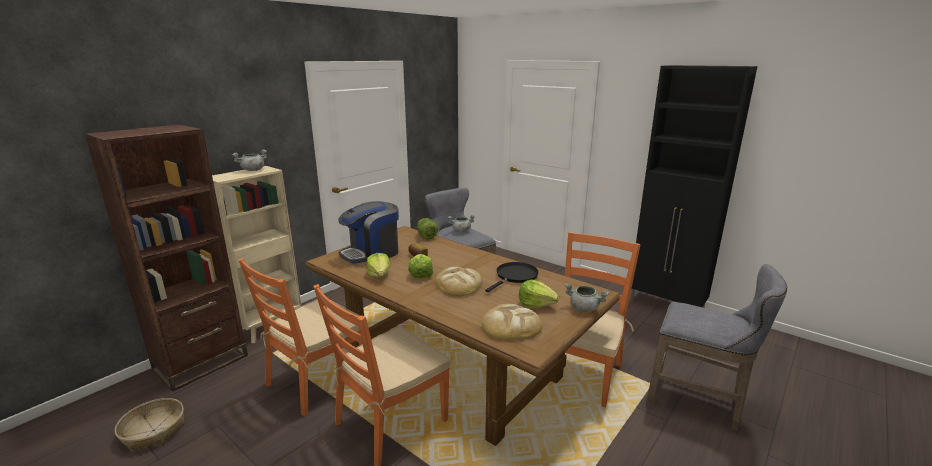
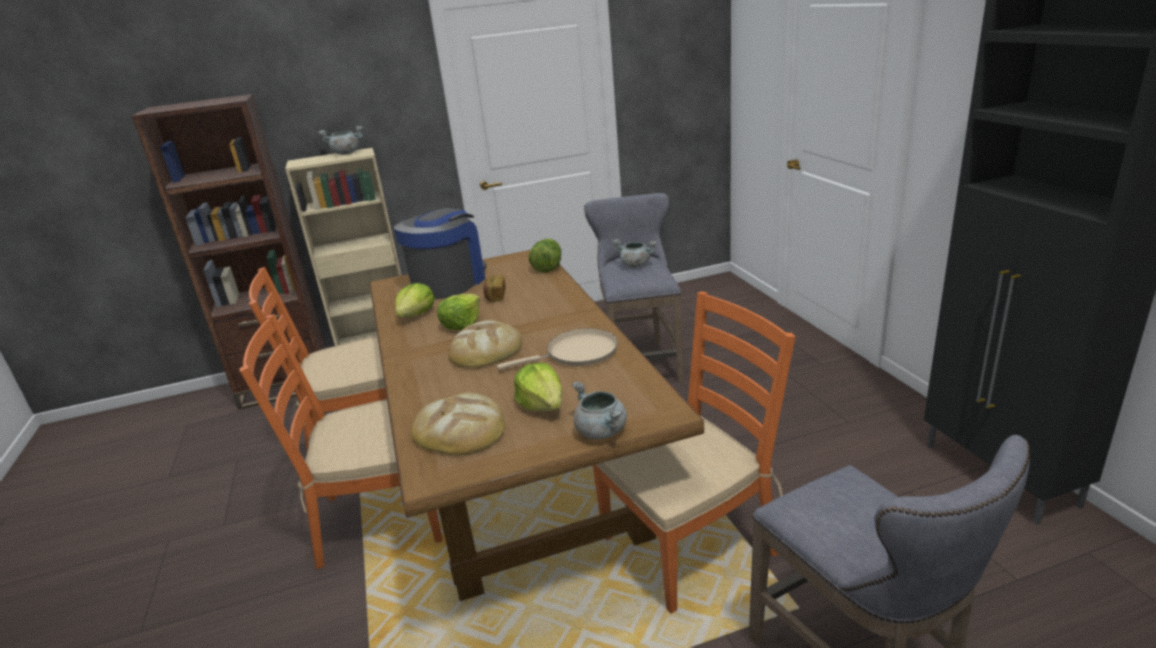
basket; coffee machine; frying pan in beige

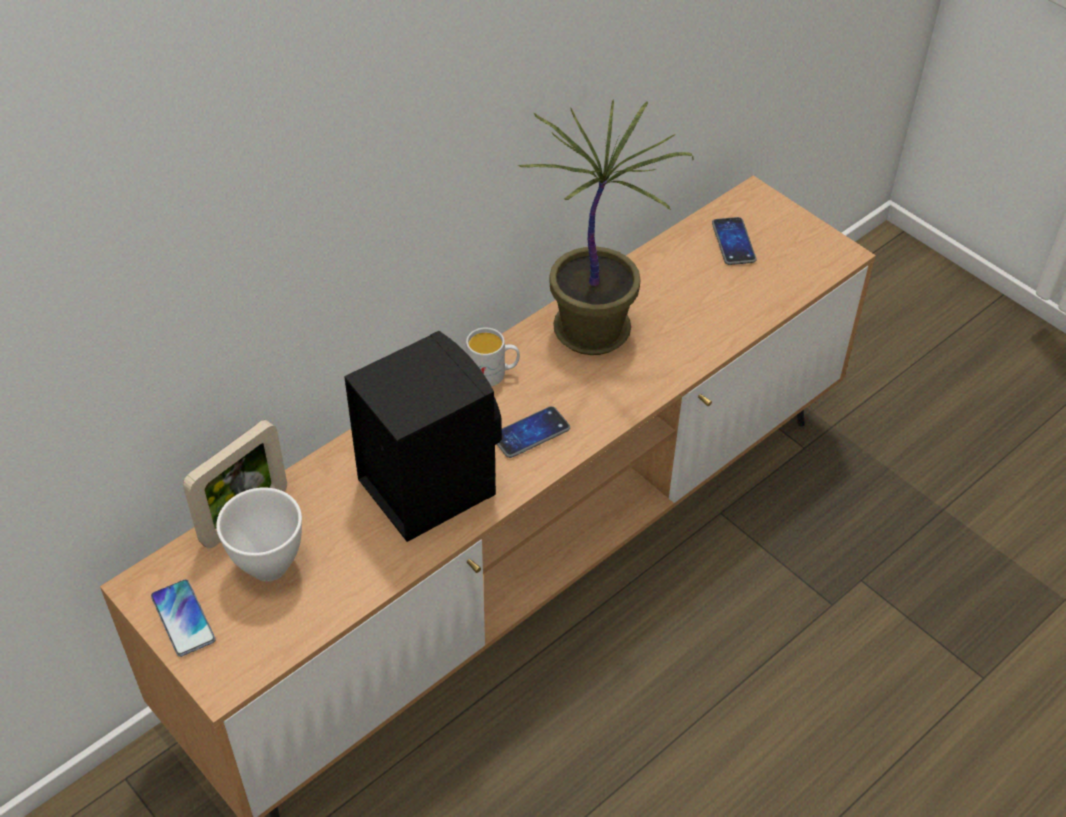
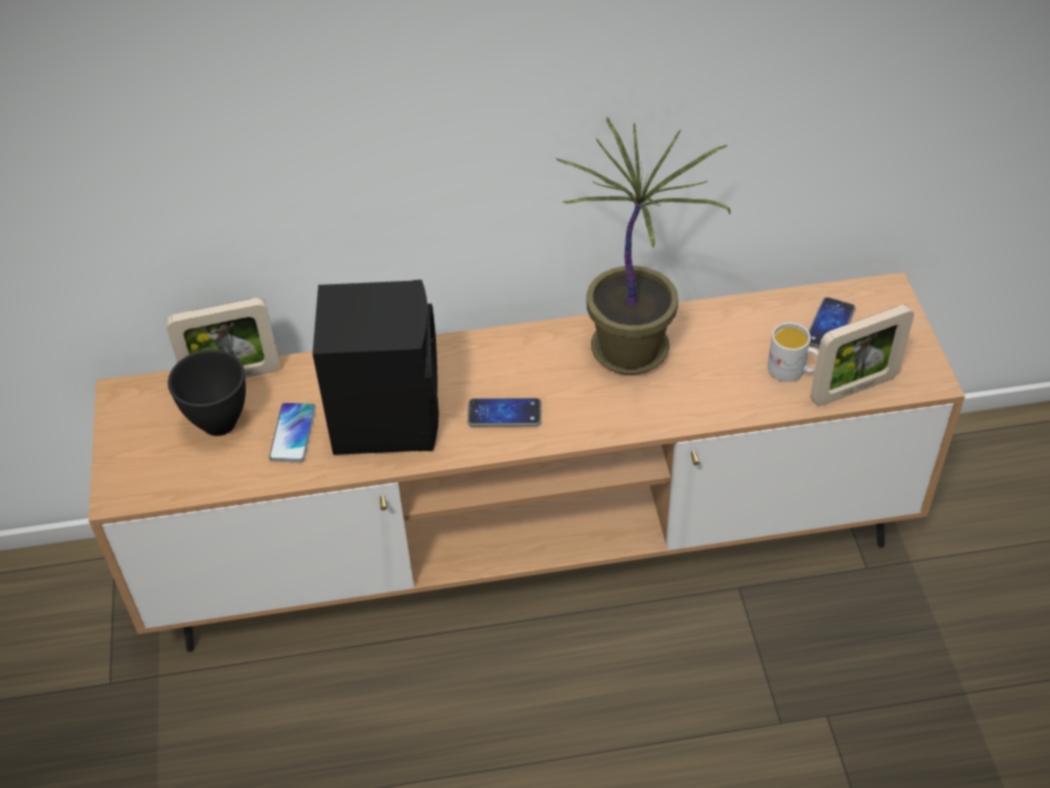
phone (no. 1 from left); bowl in black; mug in white; picture frame (no. 2 from left)

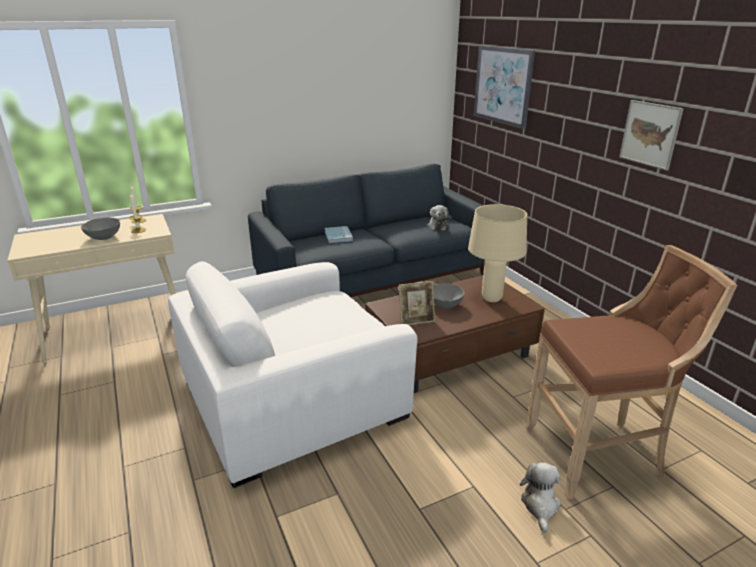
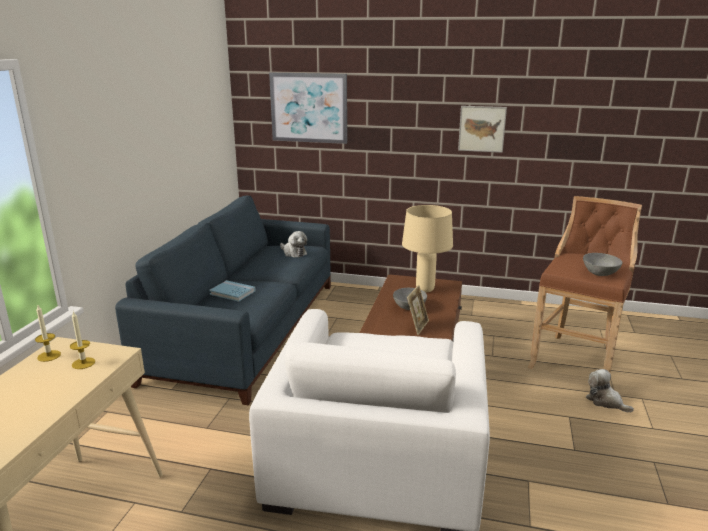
bowl in grey (no. 2 from left)

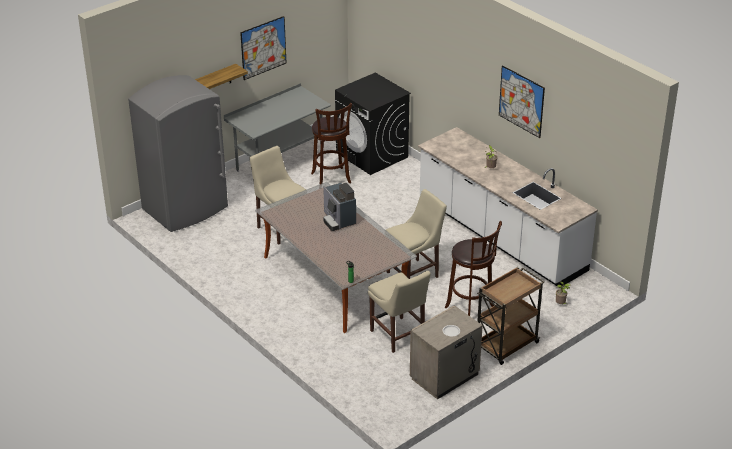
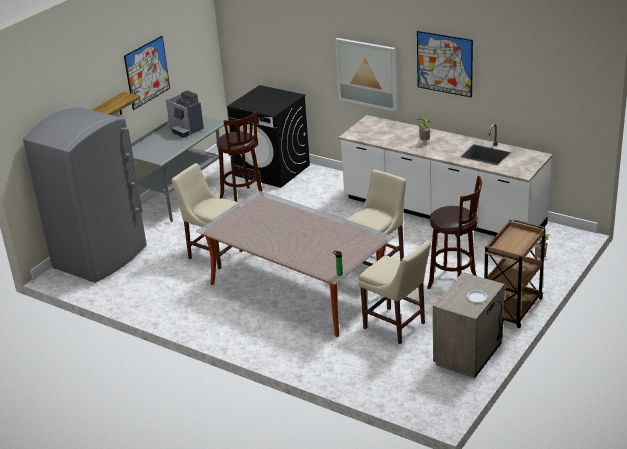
coffee machine; picture (no. 2 from left)

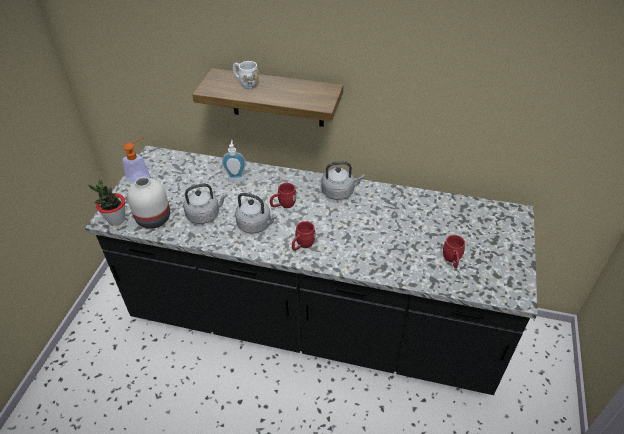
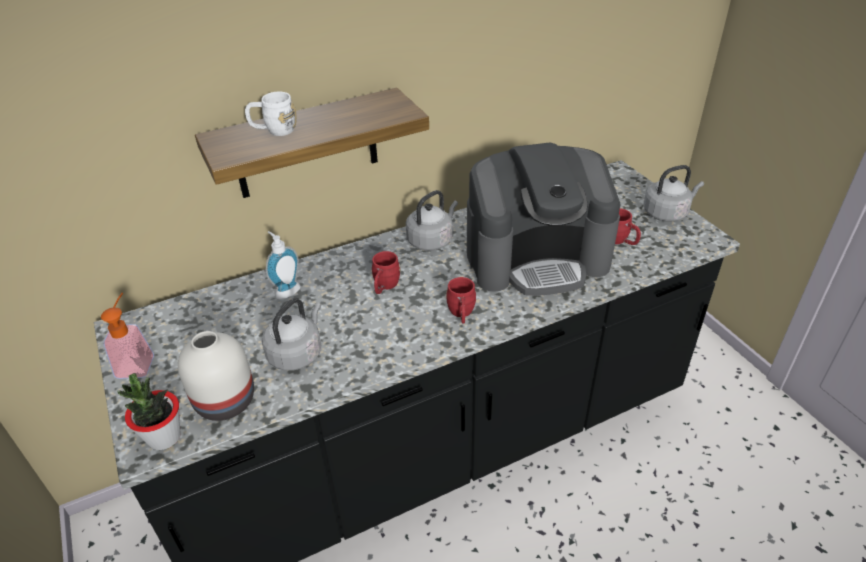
kettle in grey (no. 3 from left); coffee machine

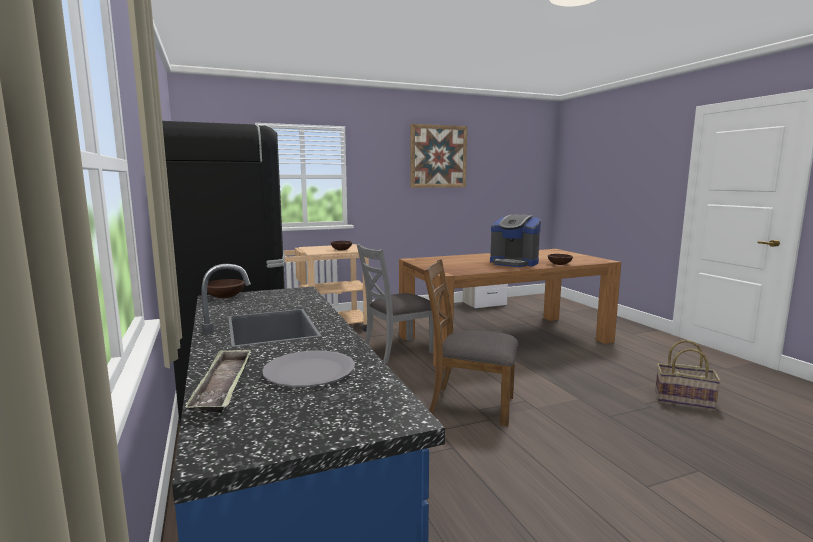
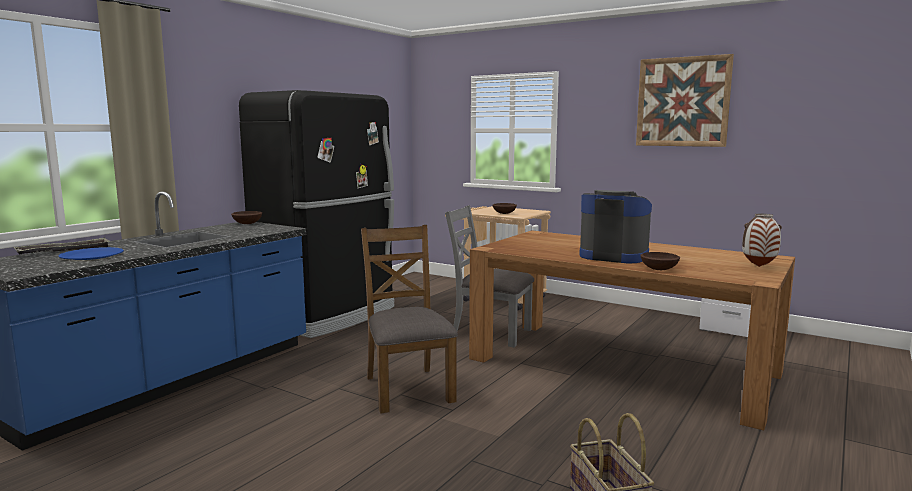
plate in blue; coffee machine; vase

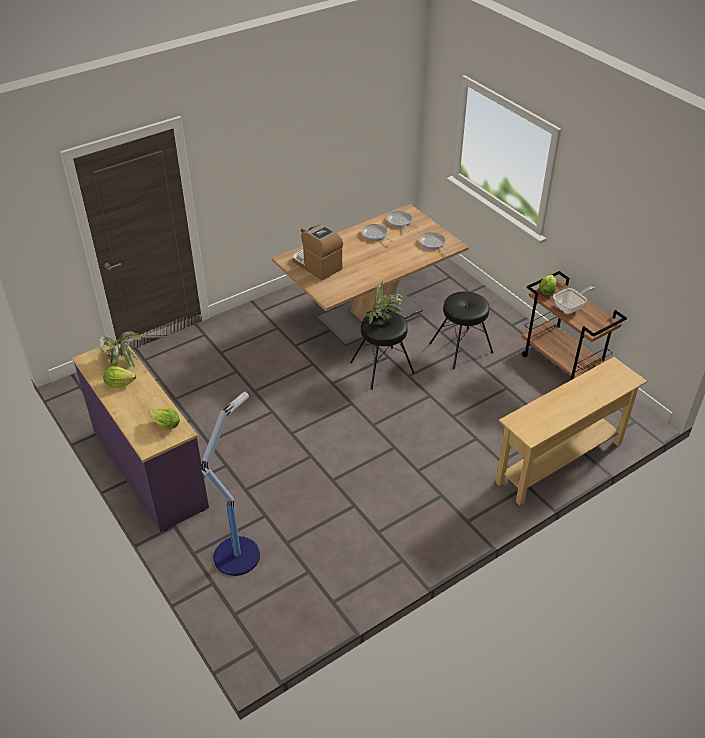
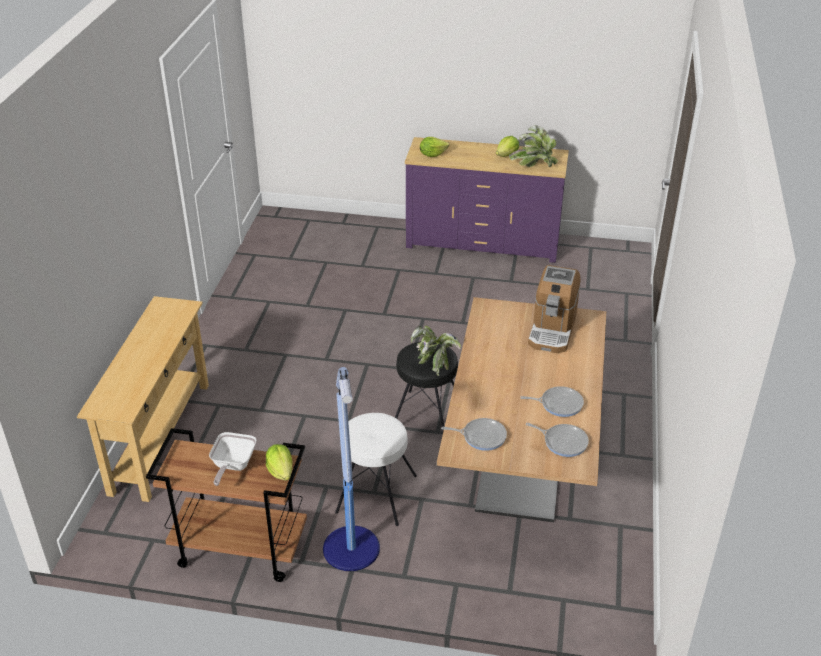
floor lamp; coffee machine; stool in white

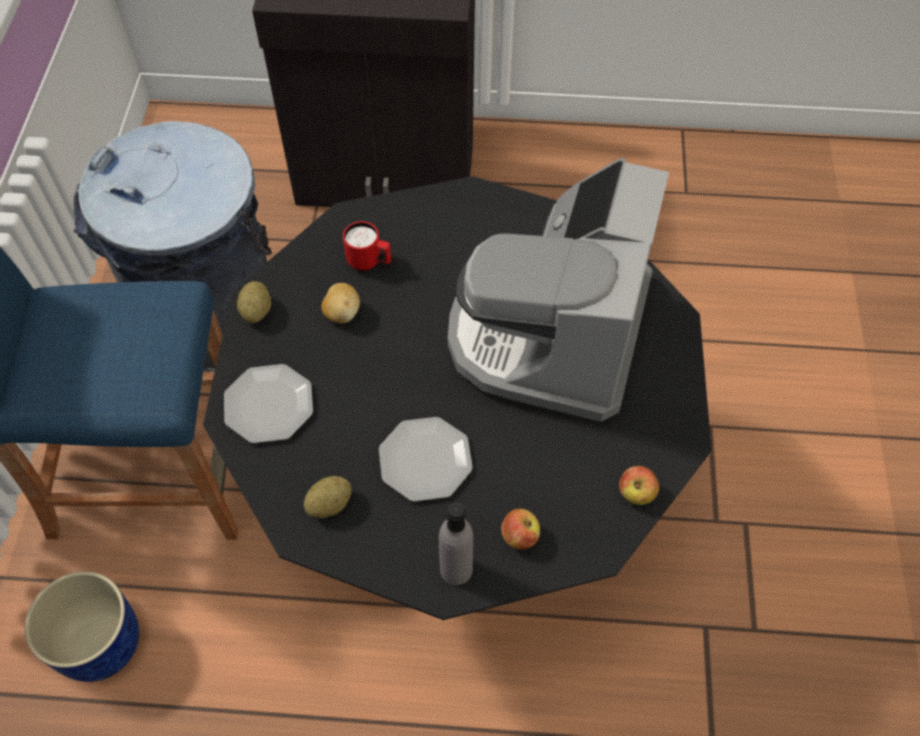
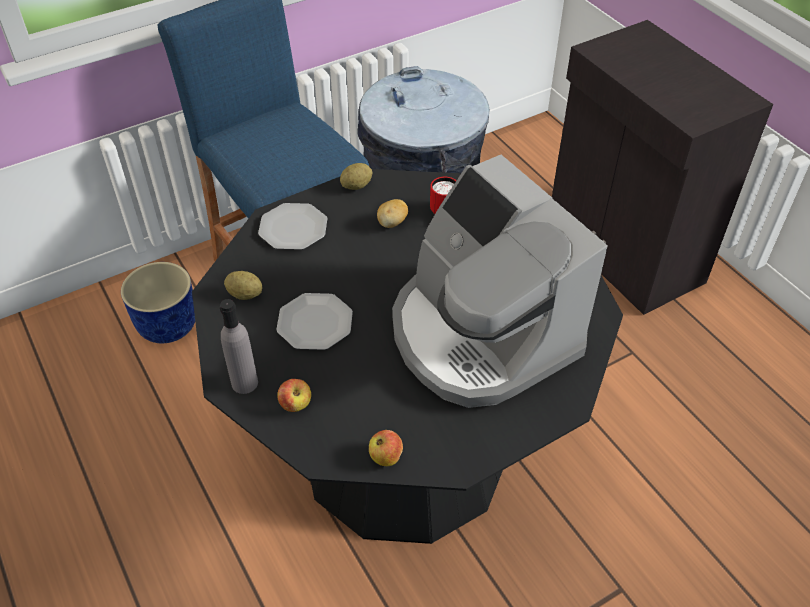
coffee machine

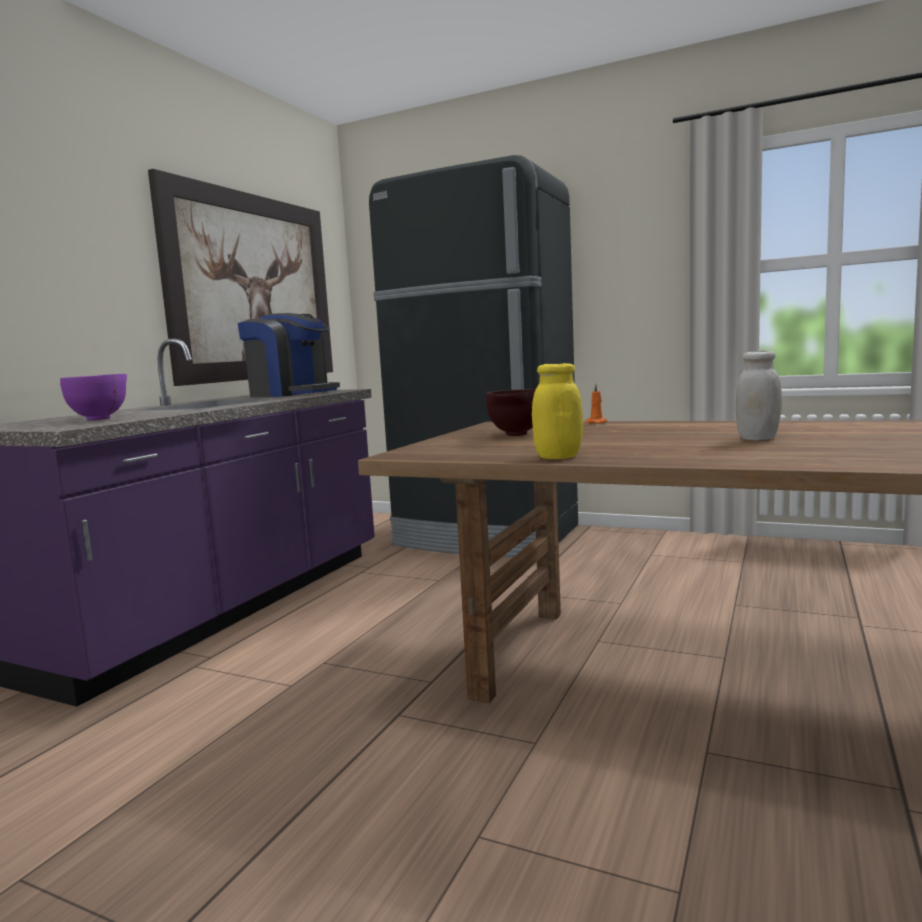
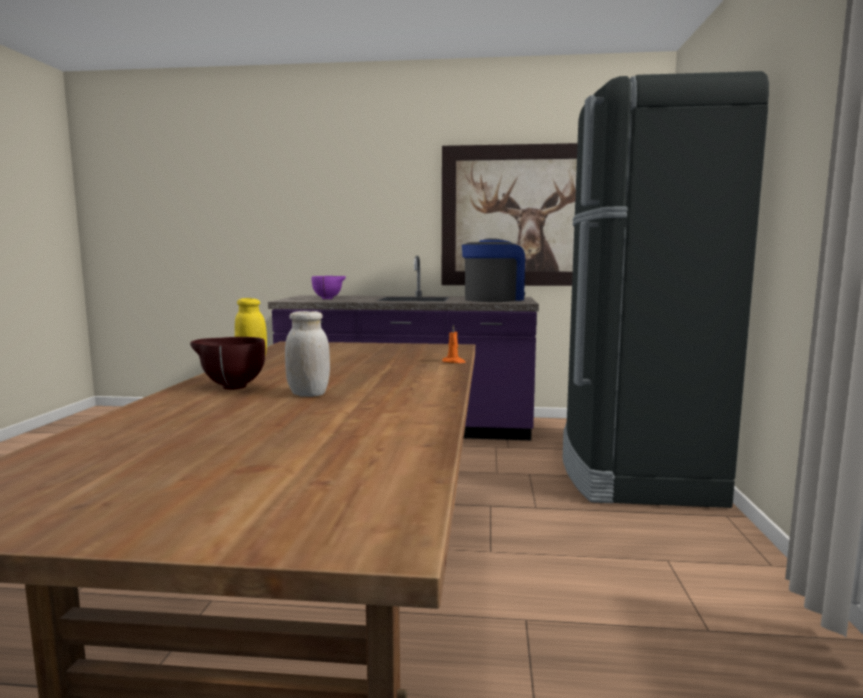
coffee machine; bowl in brown

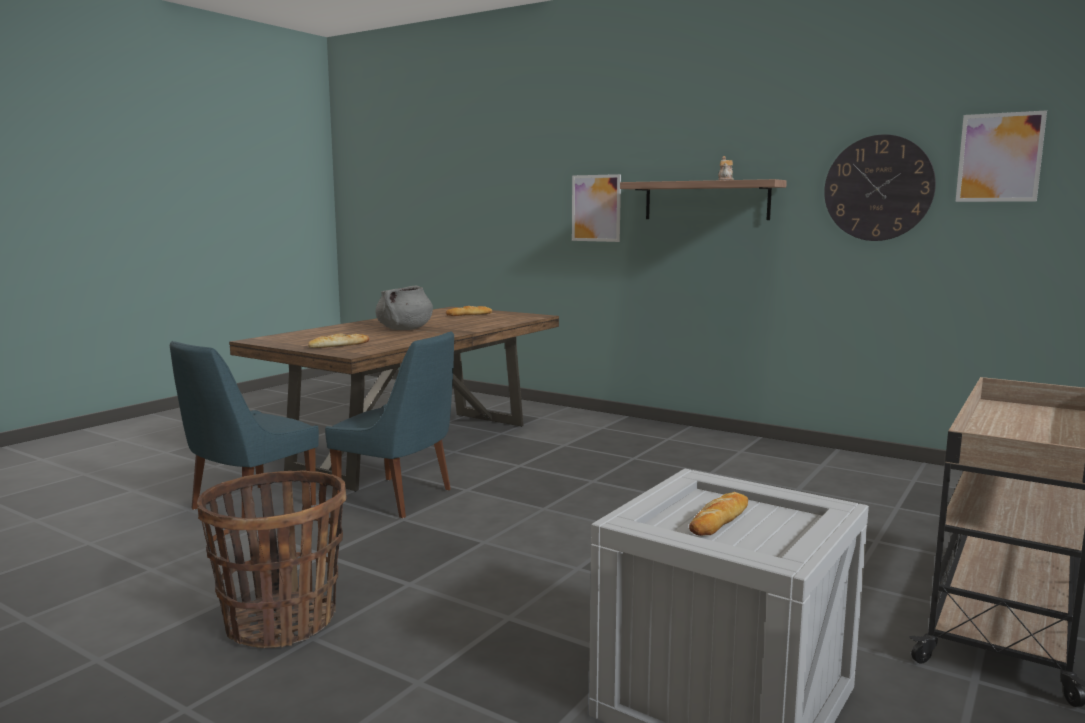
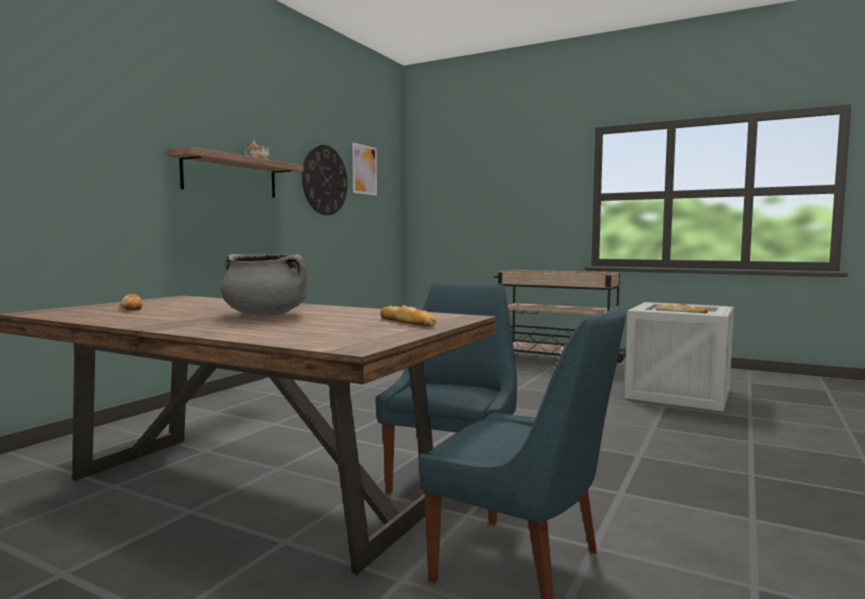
basket; picture (no. 1 from left in the first image)

